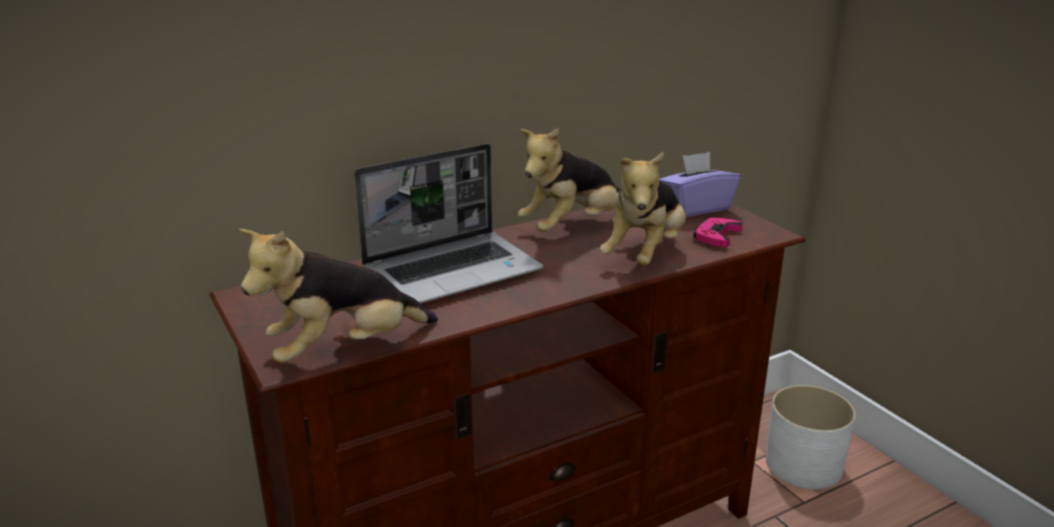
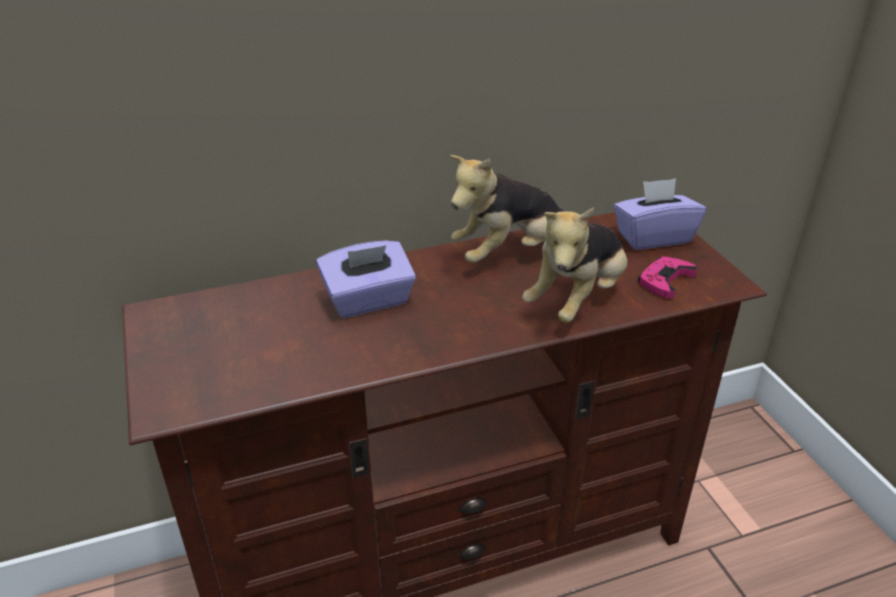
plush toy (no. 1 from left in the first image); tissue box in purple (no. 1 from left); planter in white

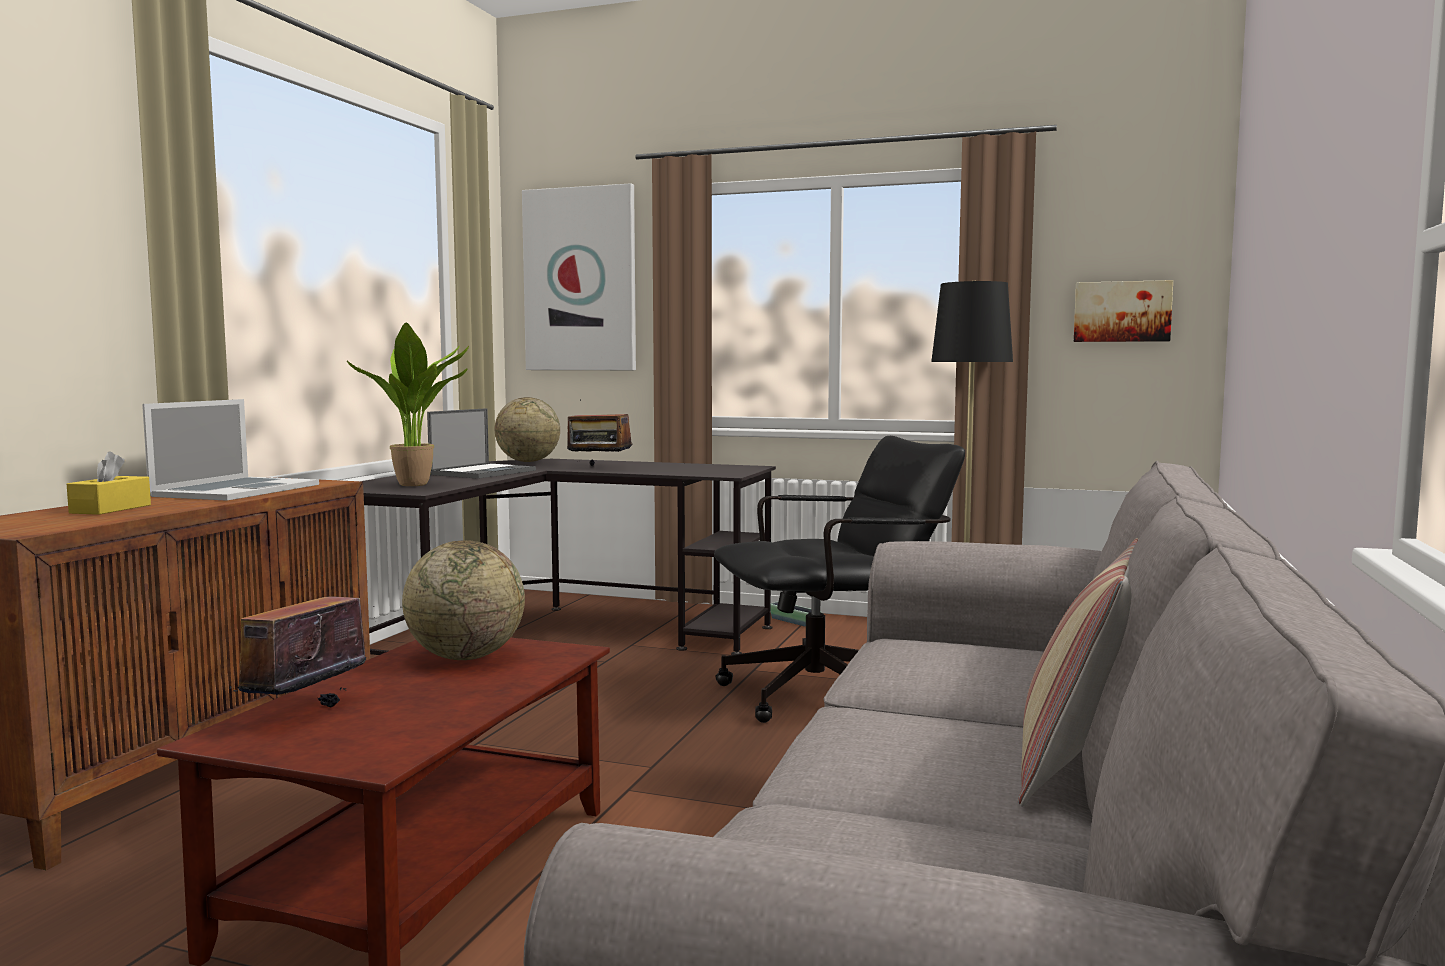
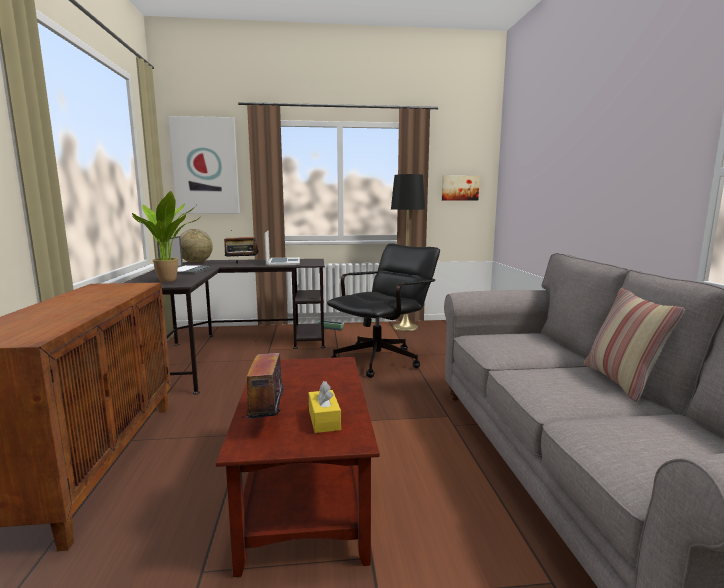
tissue box in yellow; laptop (no. 2 from left); globe (no. 1 from left in the first image)

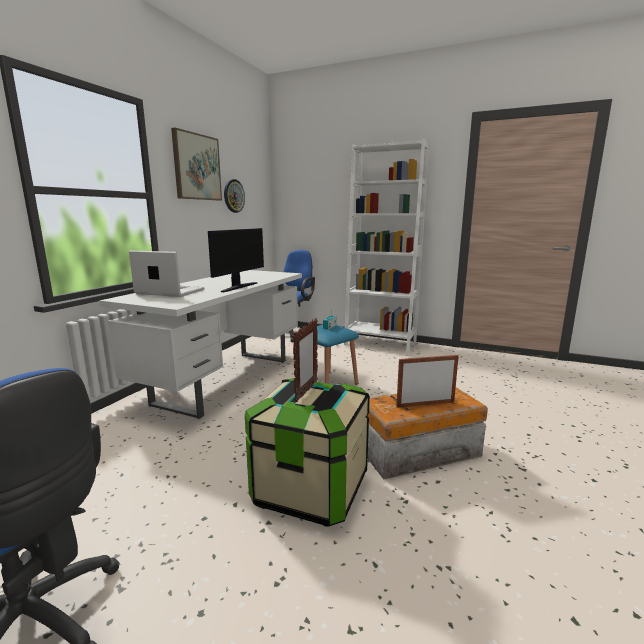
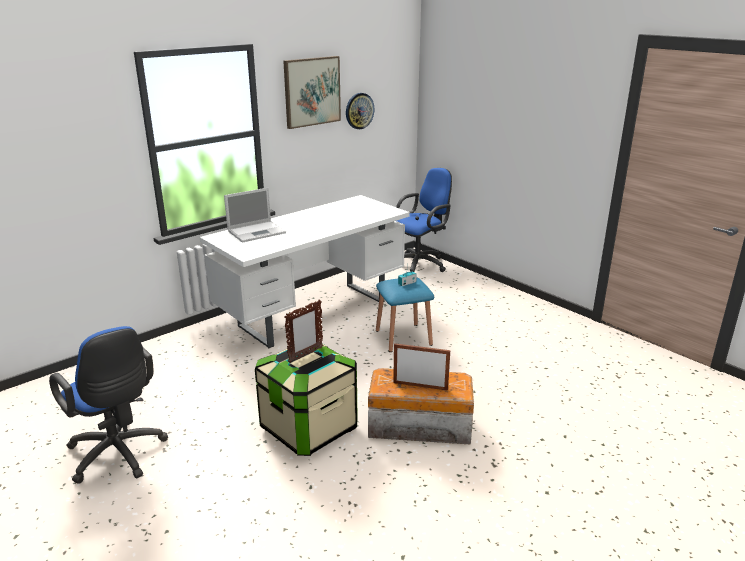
laptop; monitor; bookcase in white

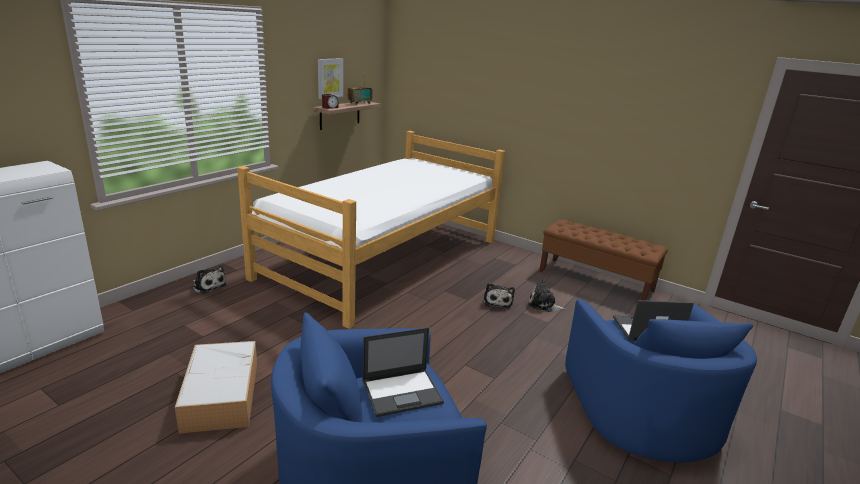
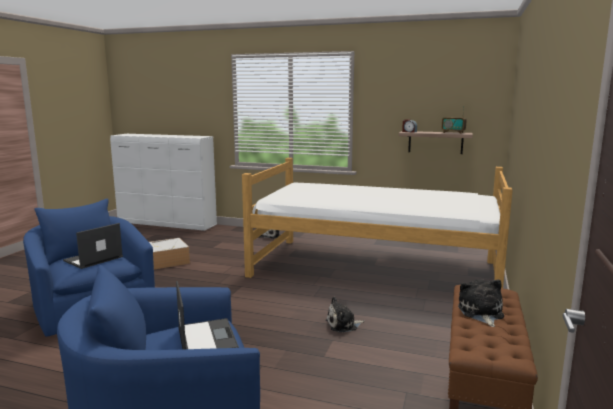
picture; laptop (no. 1 from left); plush toy (no. 3 from left)

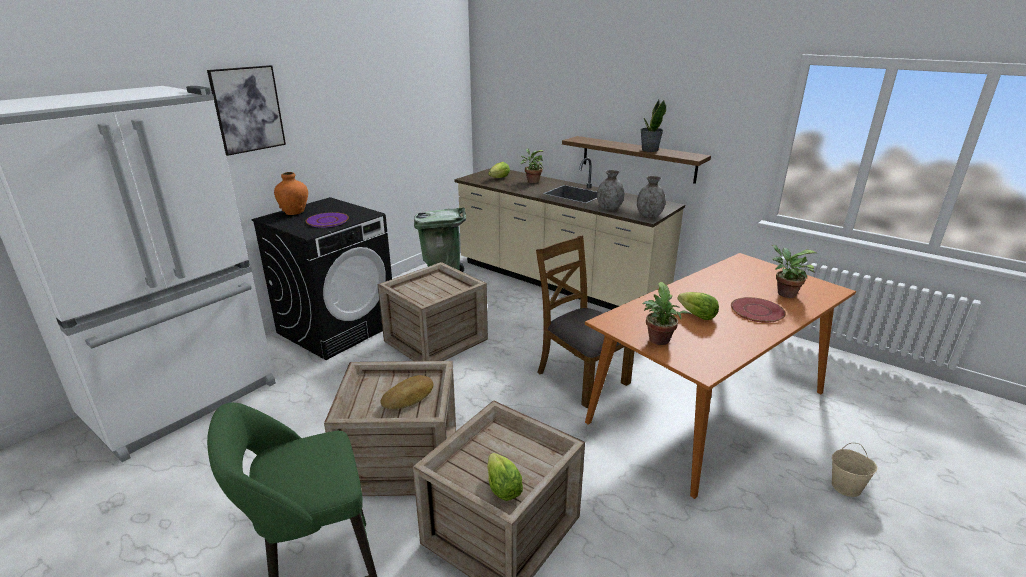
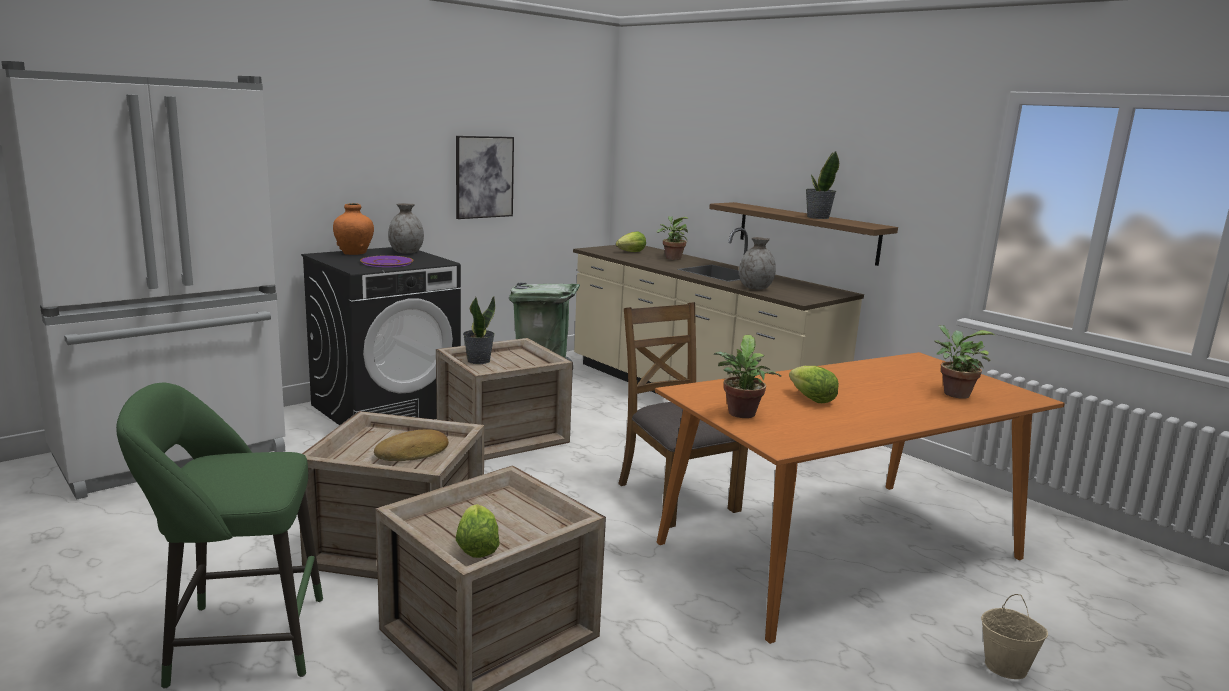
picture; vase in grey (no. 1 from left); plate in red; potted plant (no. 1 from left)

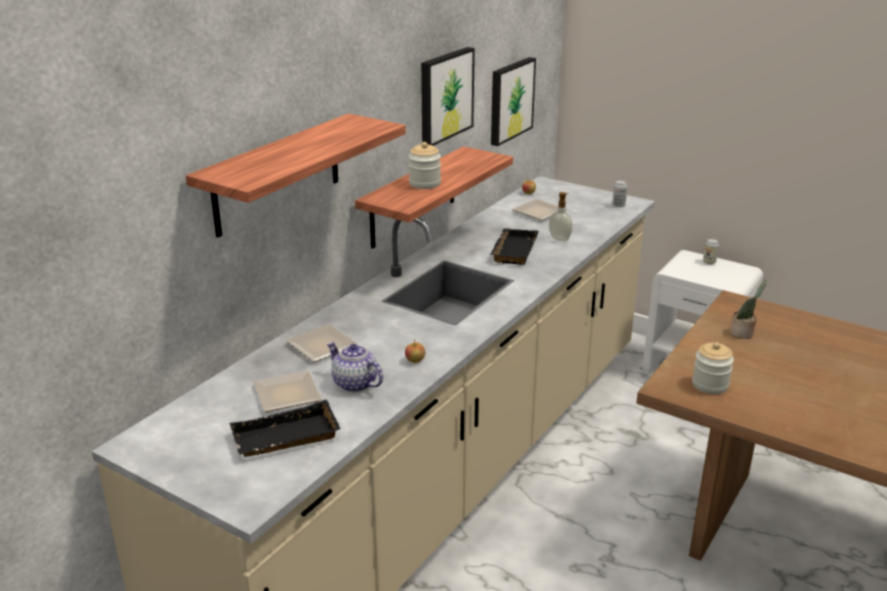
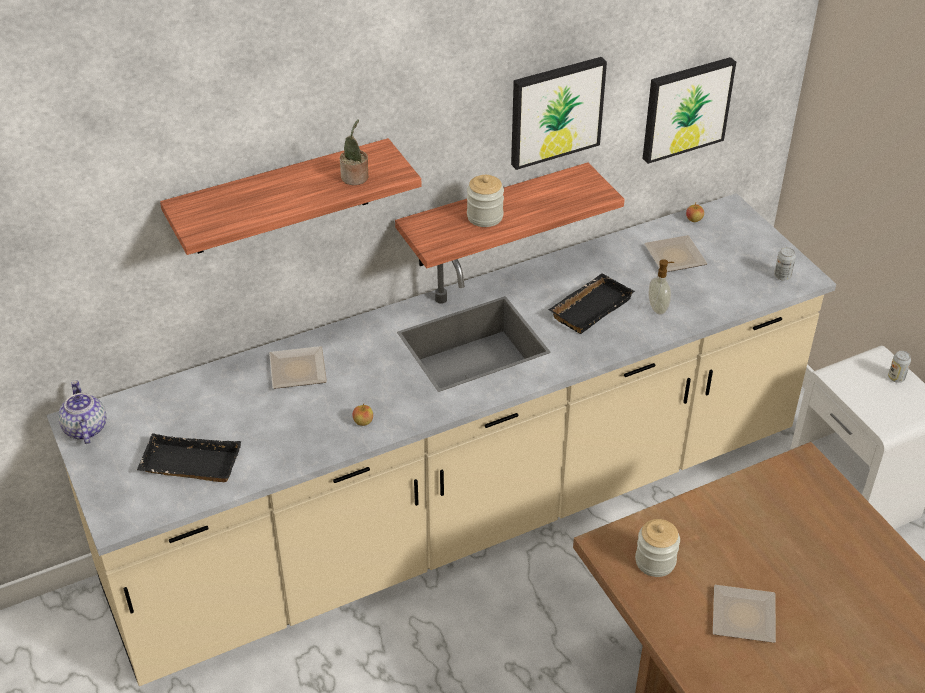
plate (no. 3 from left); teapot; potted plant

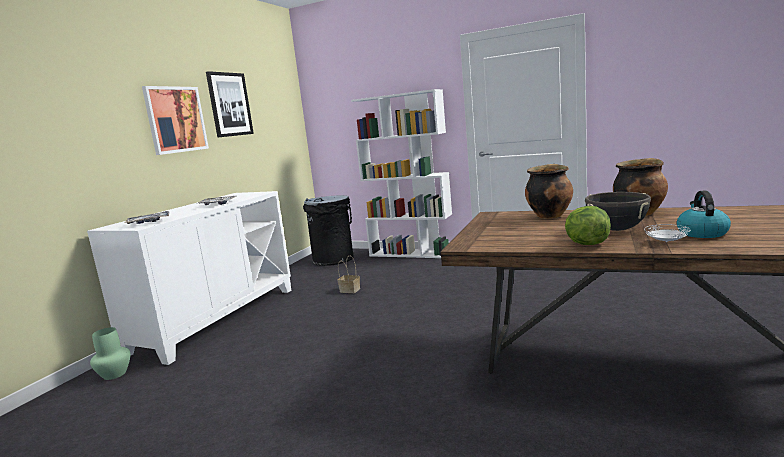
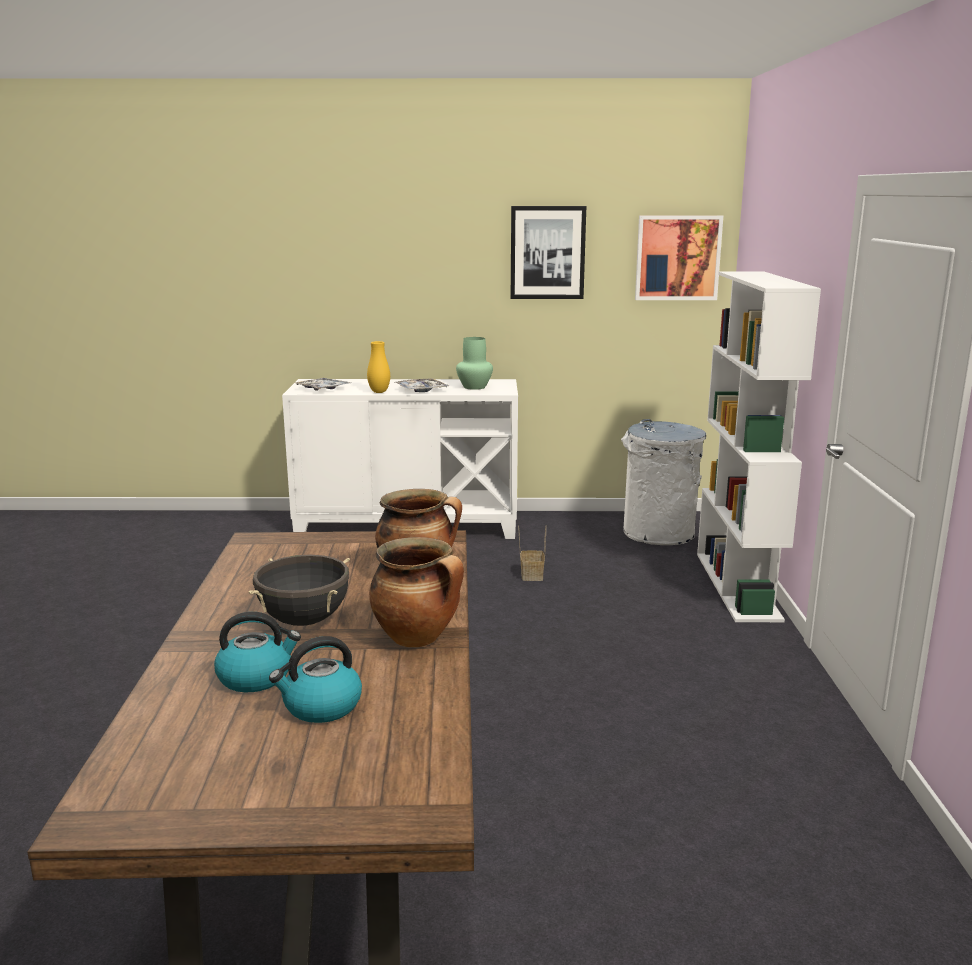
vase in green; picture (no. 2 from left); trash can in white; lettuce; plate in white; kettle (no. 2 from left); vase in yellow

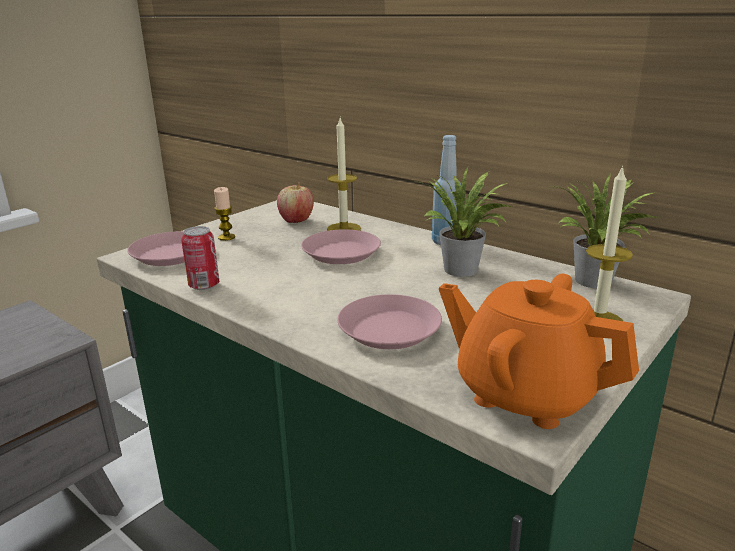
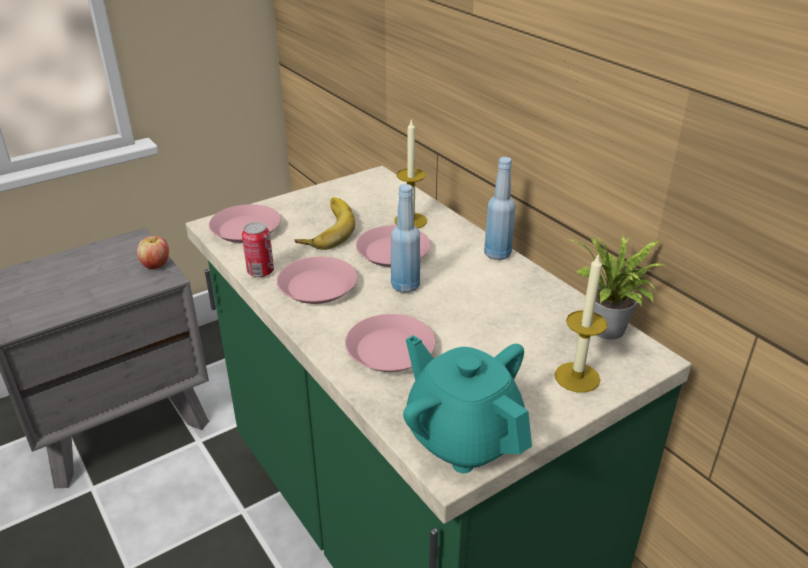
candle (no. 1 from left in the first image); apple; potted plant (no. 1 from left in the first image); teapot in turquoise; plate in pink (no. 2 from left); banana; bottle in blue (no. 1 from left)

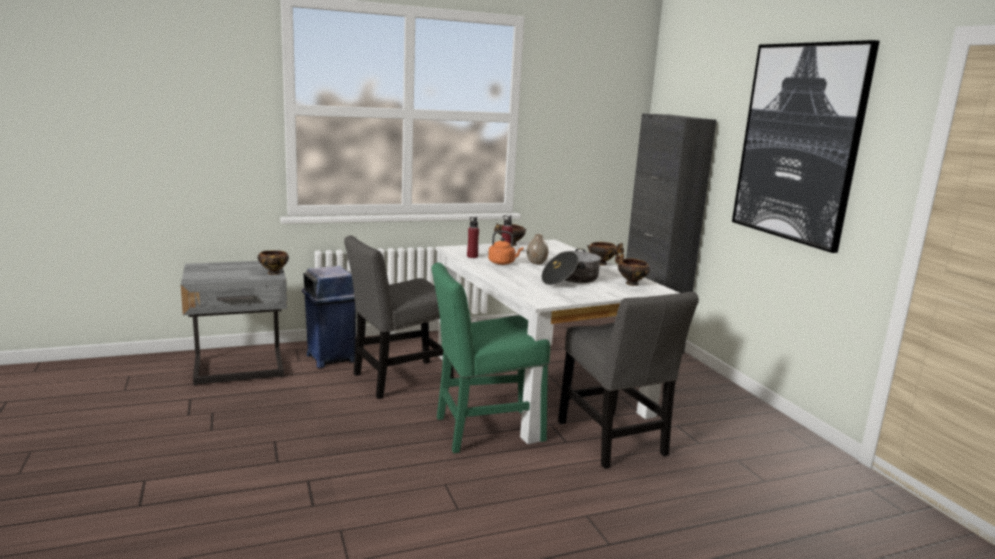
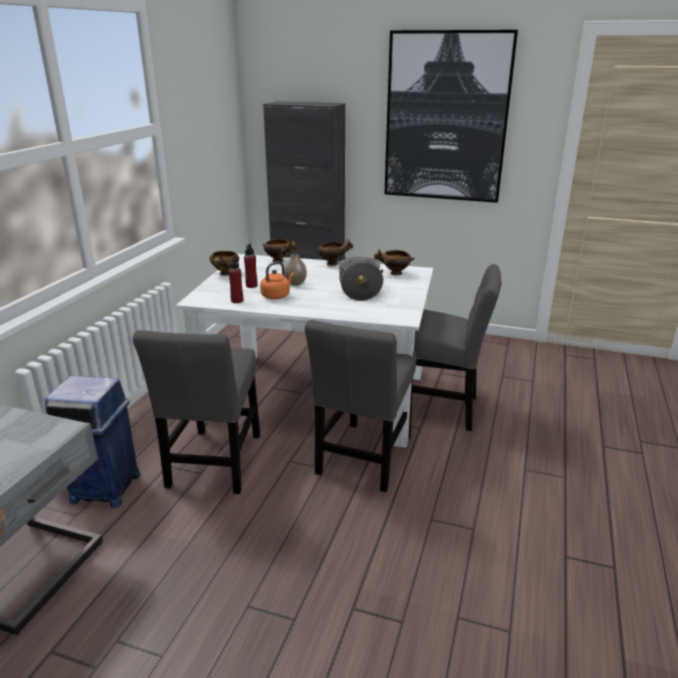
bowl (no. 2 from left); chair in grey (no. 2 from left)

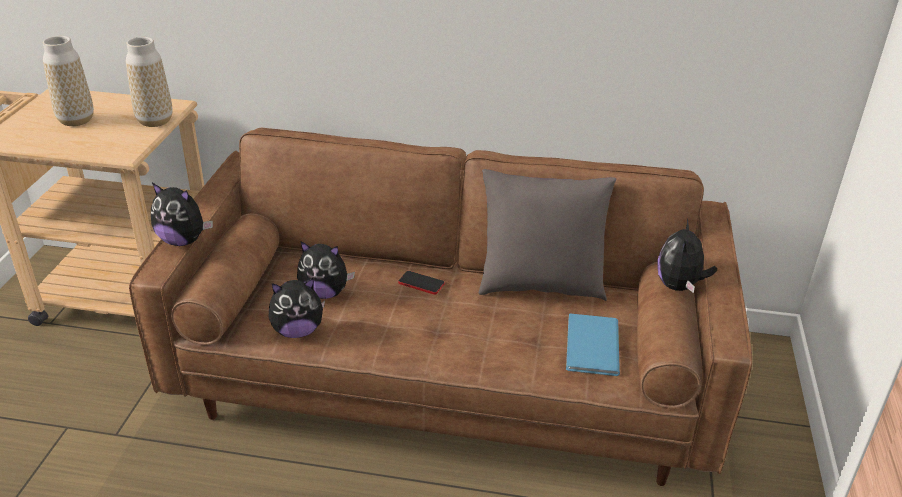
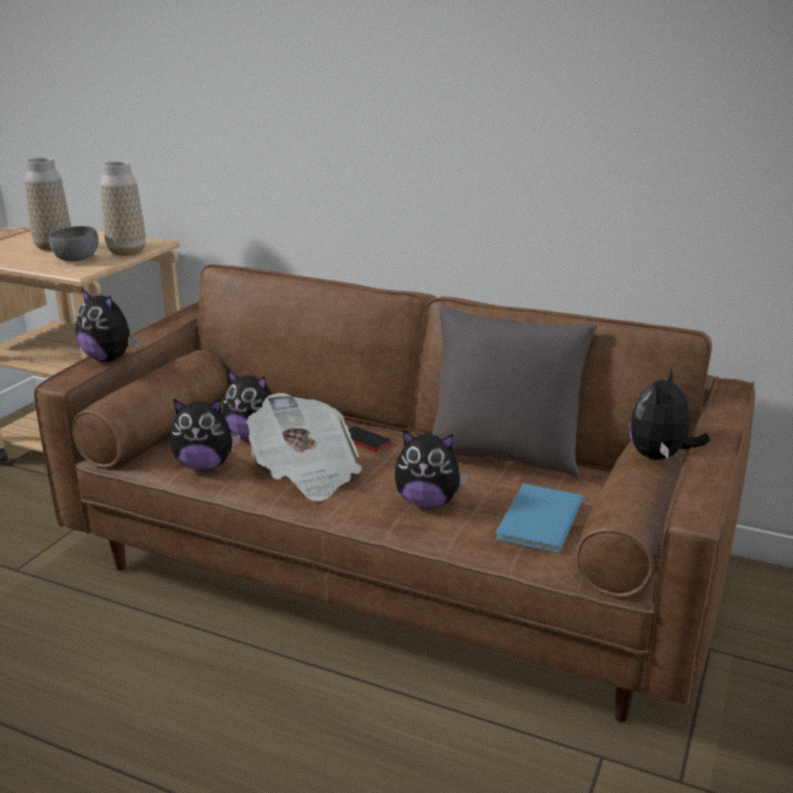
bowl in grey; newspaper; plush toy (no. 4 from left)

